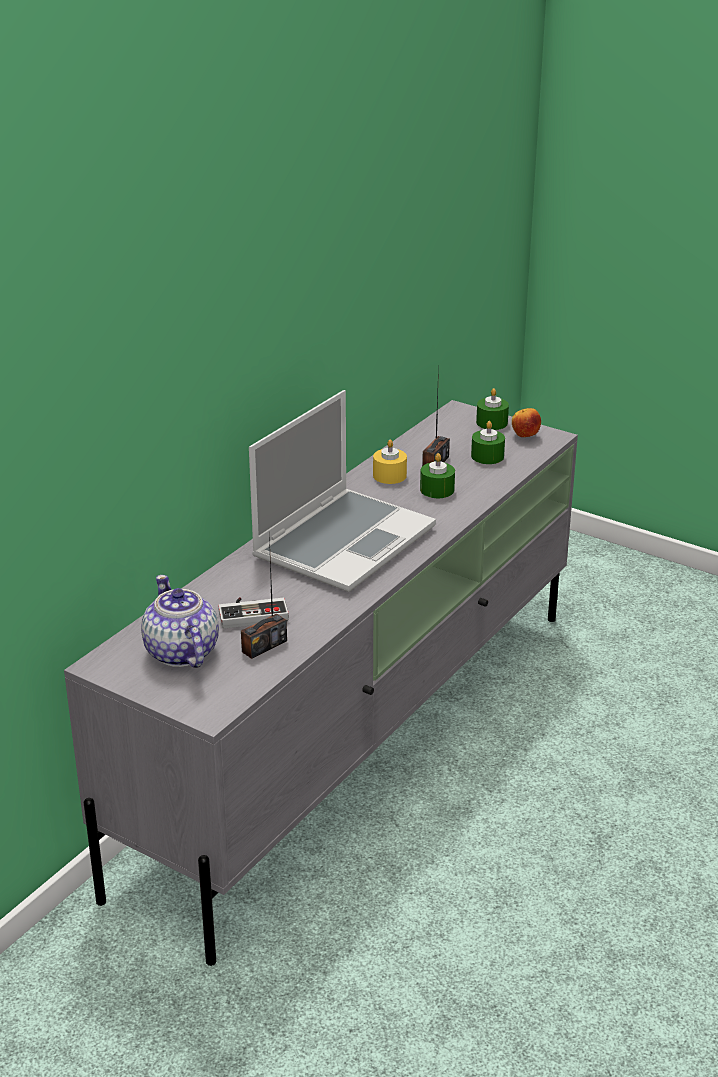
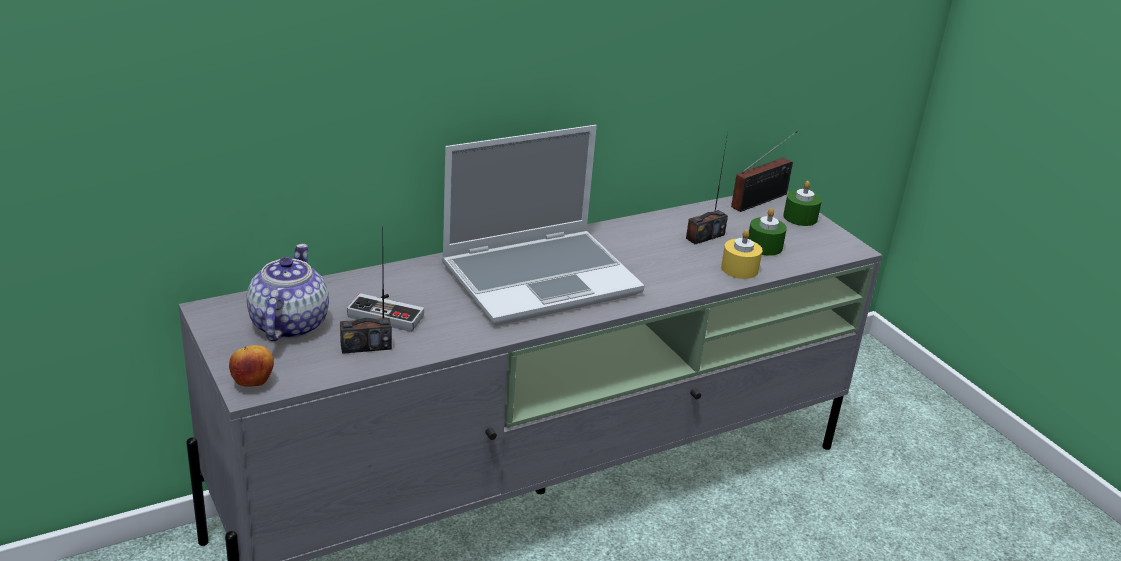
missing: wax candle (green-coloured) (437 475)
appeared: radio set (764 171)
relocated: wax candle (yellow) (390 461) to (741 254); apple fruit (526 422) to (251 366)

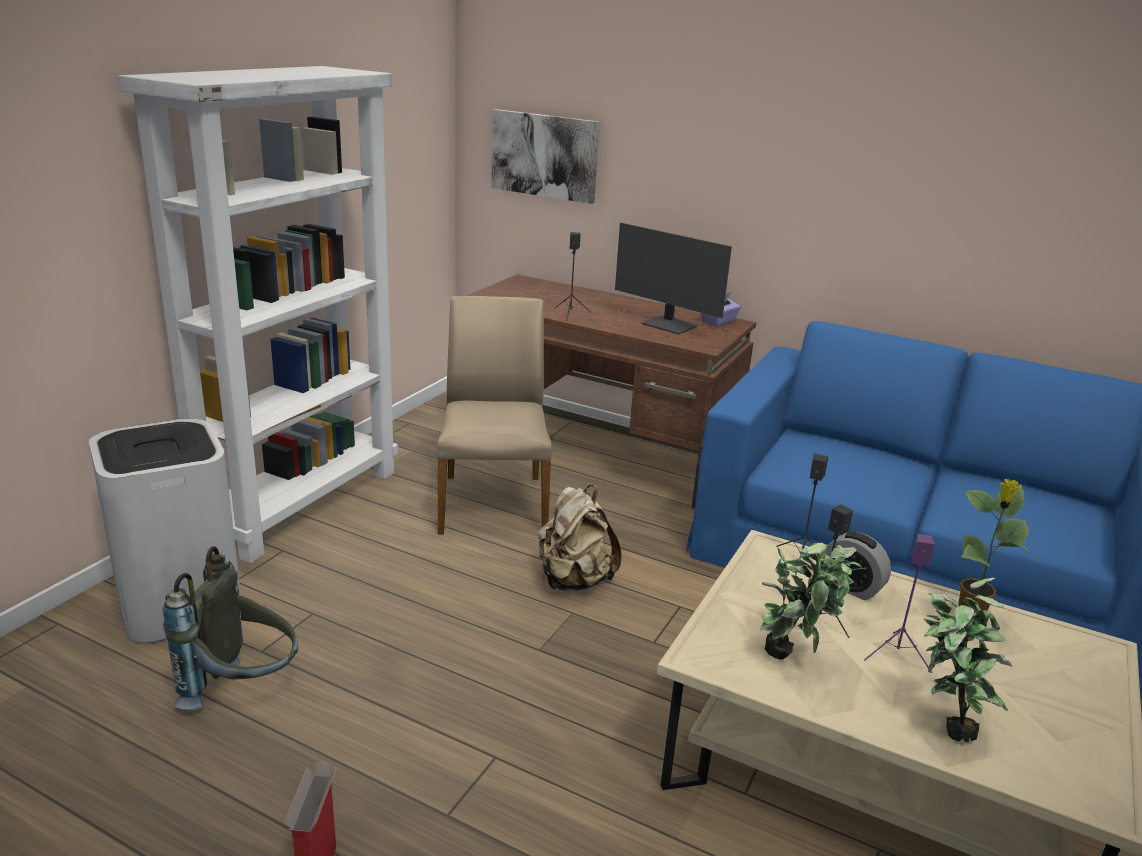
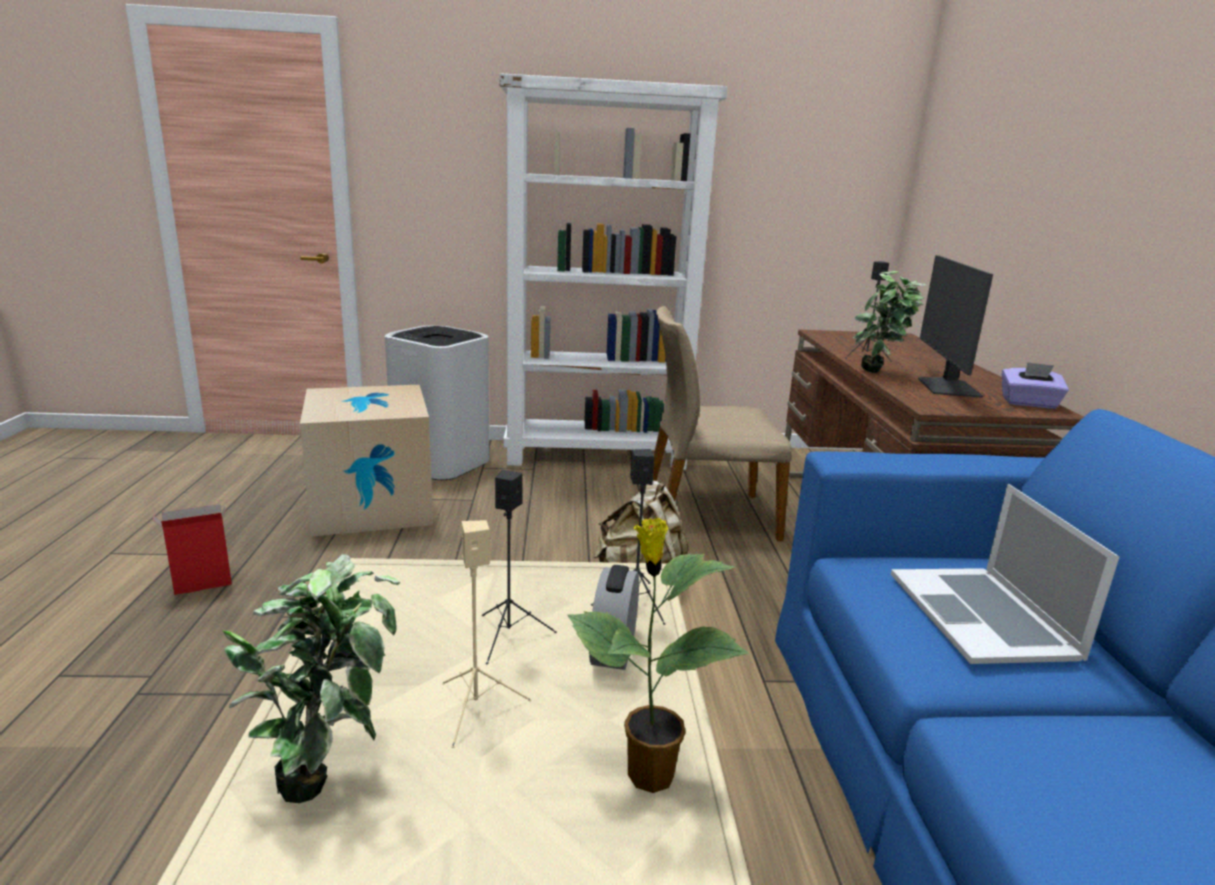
missing: wall art (545 156)
appeared: portable computer (1005 574)
relocated: houseplant (811 601) to (890 322)
exchanged: rucksack (grey) (230 628) to cardboard box (366 461)
colour: loudspeaker (purplish) (899 603) to loudspeaker (sand-coloured) (486 634)
spun: plain chair (sand-coloured) (494 415) = (722 423) 150 degrees counterclockwise

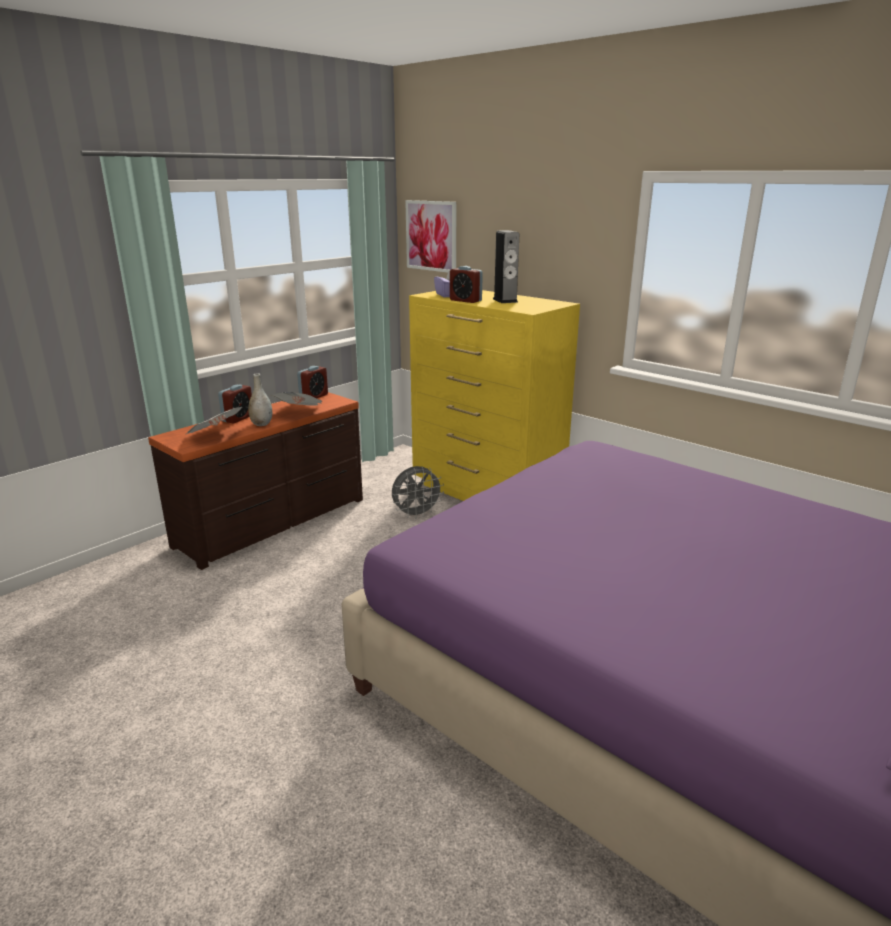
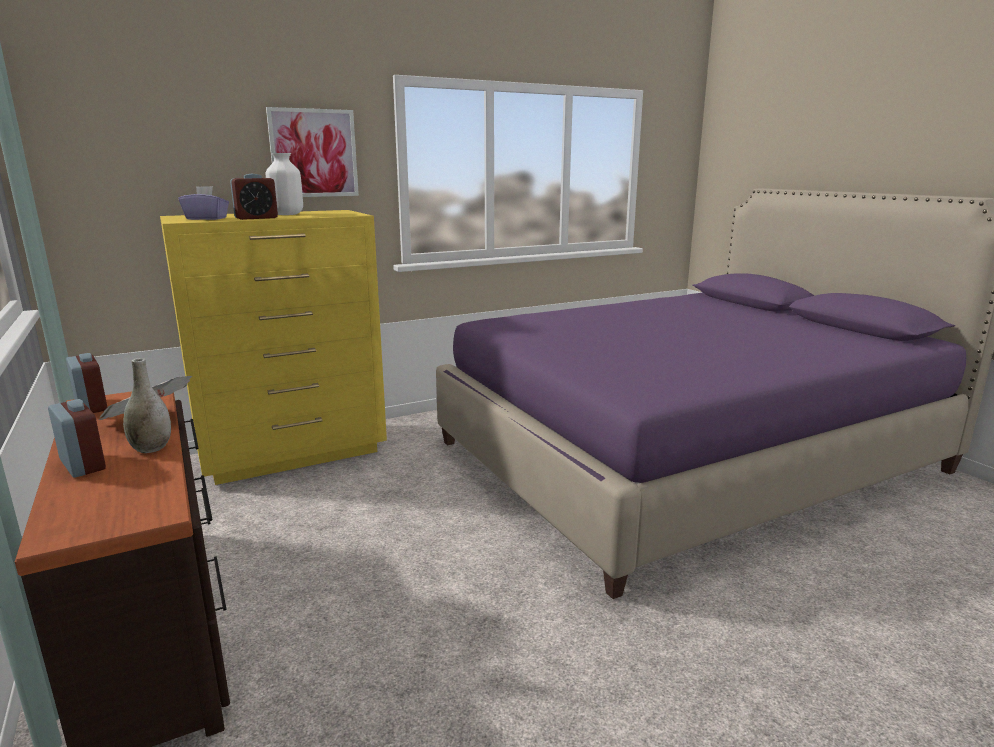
missing: daily paper (214 420); fan (grey) (418 492)
relocated: wall art (431 236) to (312 152)
exchanged: loudspeaker (506 266) to decorative vase (white-coloured) (284 184)

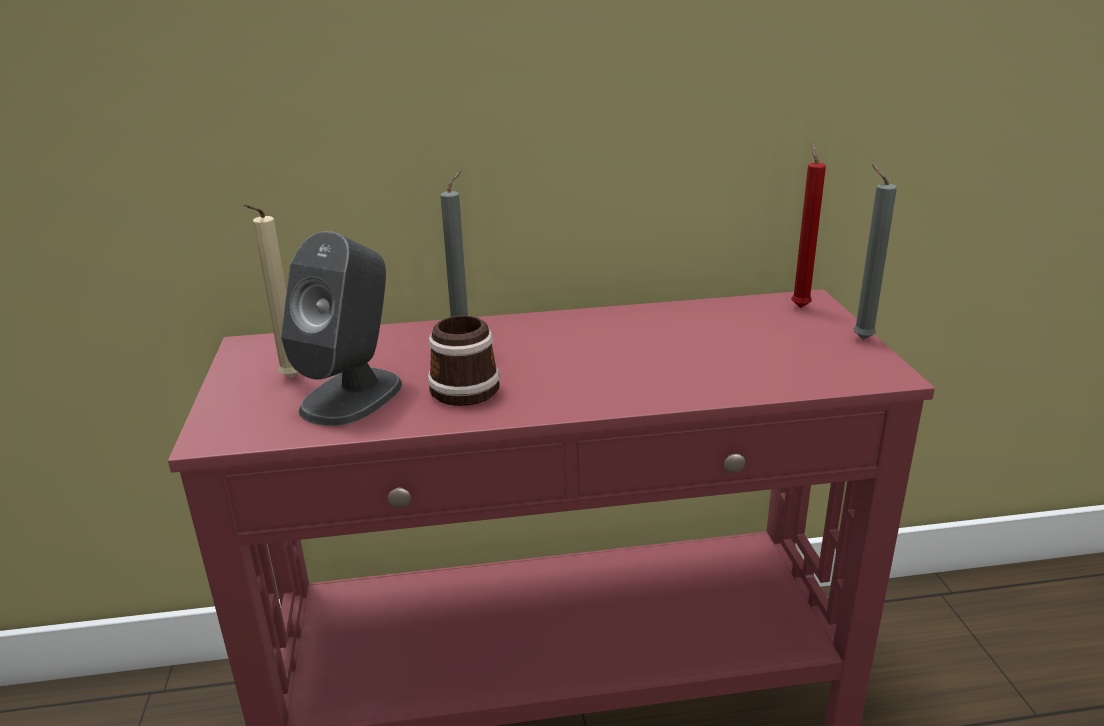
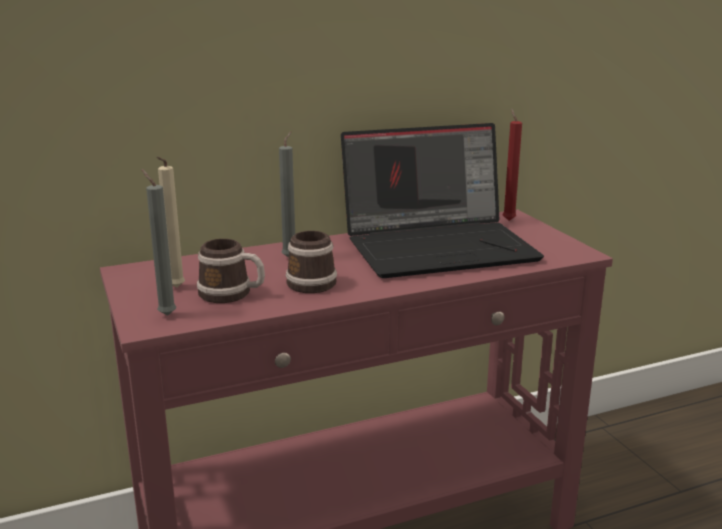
appeared: portable computer (442 200)
relocated: wax candle (grey) (875 252) to (158 242)
exchanged: loudspeaker (grey) (341 328) to coffee mug (231 271)

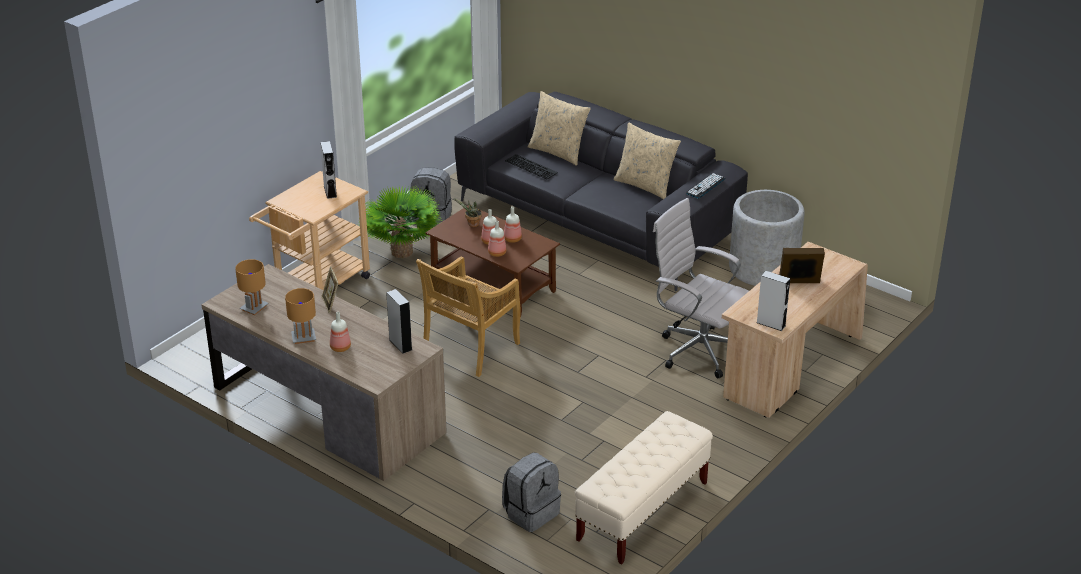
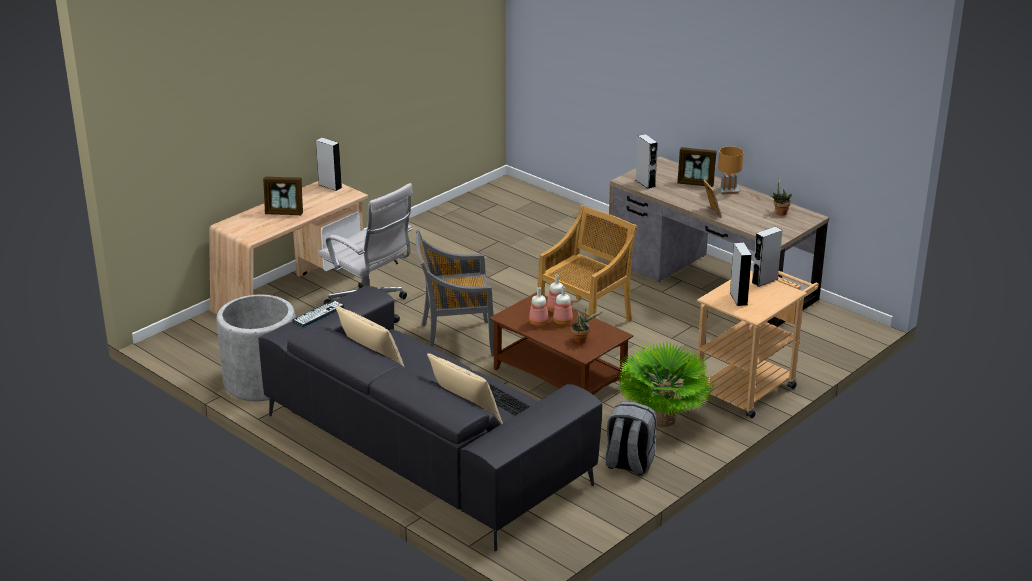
missing: rucksack (grey) (531 492); bench (sand-coloured) (643 487)
appeared: plain chair (grey) (455 293); loudspeaker (grey) (766 257)
exchanged: table lamp (brownish) (252 287) to houseplant (781 195); beverage bottle (340 332) to photo frame (697 167)

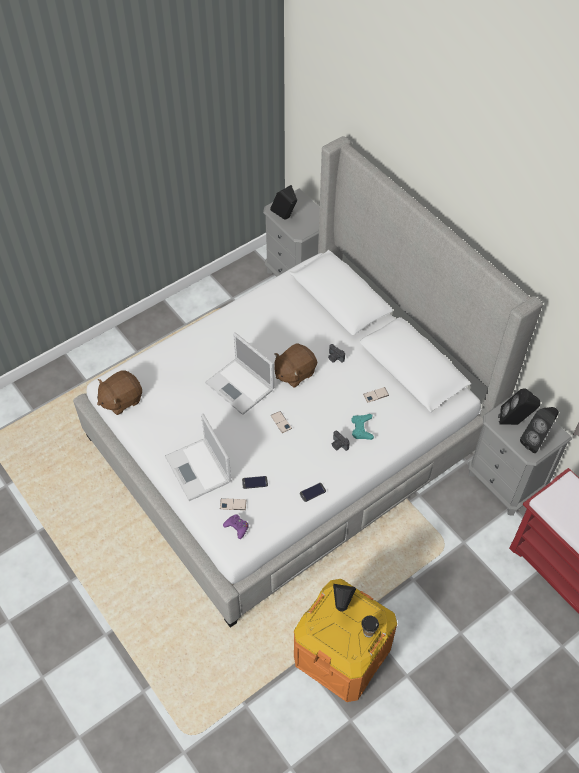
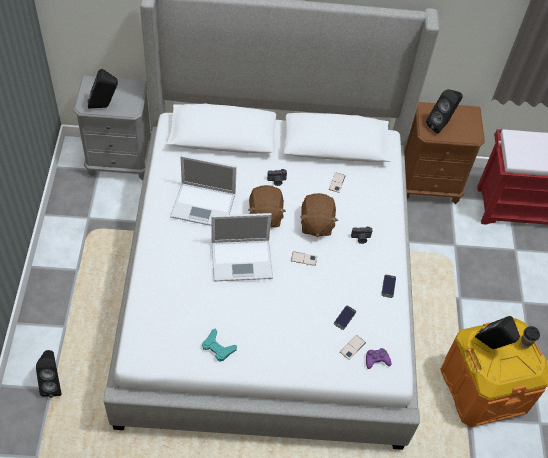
relocated: plush toy (brownish) (119 392) to (319 215); portable computer (198 457) to (203 190); game controller (turquoise-coloured) (362 427) to (219 345); loudspeaker (blackish) (539 430) to (48 374)
colour: bedside table (grey) (520 454) to bedside table (brownish) (444 153)

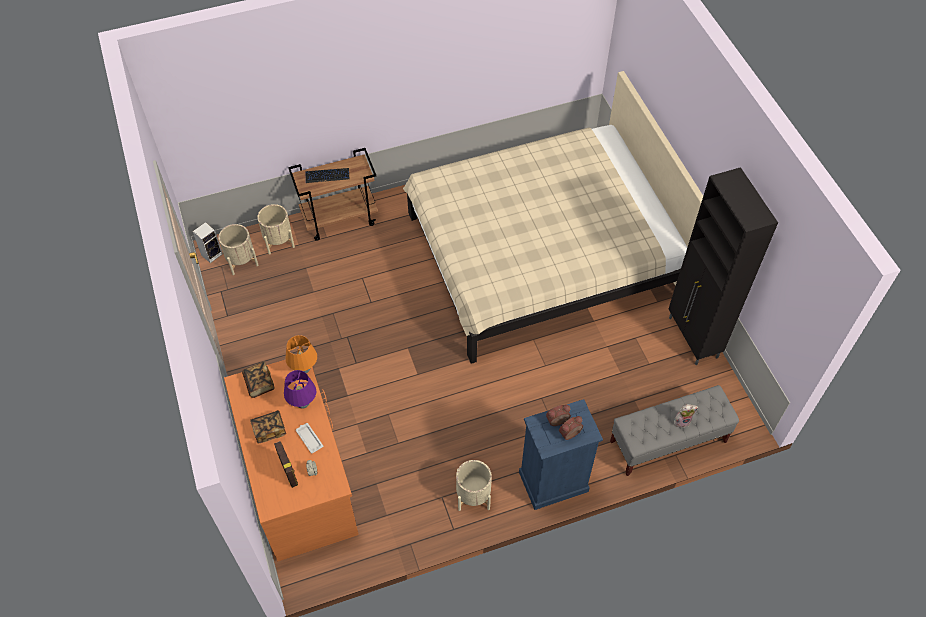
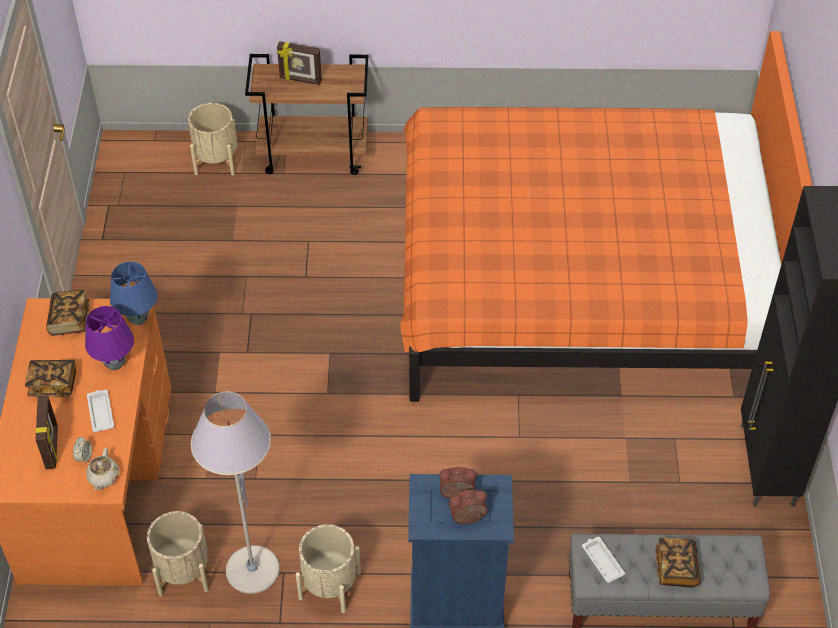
missing: loudspeaker (208 242)
appeared: pot for tea (sand-coloured) (102 469); standard lamp (grey) (235 493); carrying tray (white-coloured) (603 560)
relocated: plant pot (sand-coloured) (238 249) to (178 553)
exchanged: keyboard (327 175) to photo frame (299 63); plush toy (686 416) to book (678 563)
colour: table lamp (orange) (301 354) to table lamp (blue) (133 293); bedroom bed (sand-coloured) (553 217) to bedroom bed (orange) (606 216)

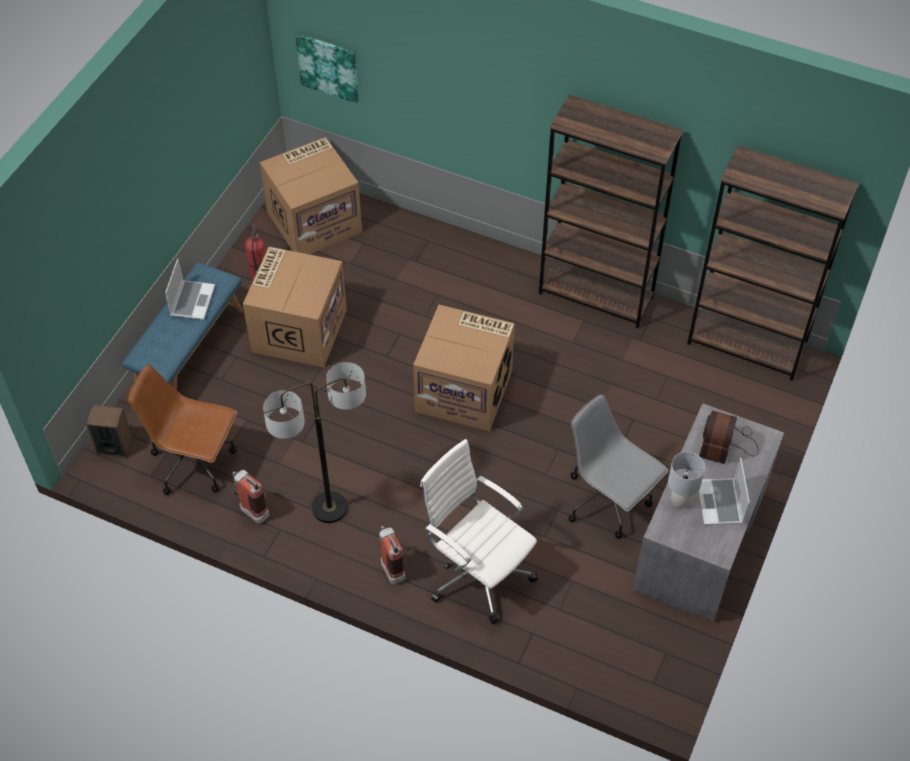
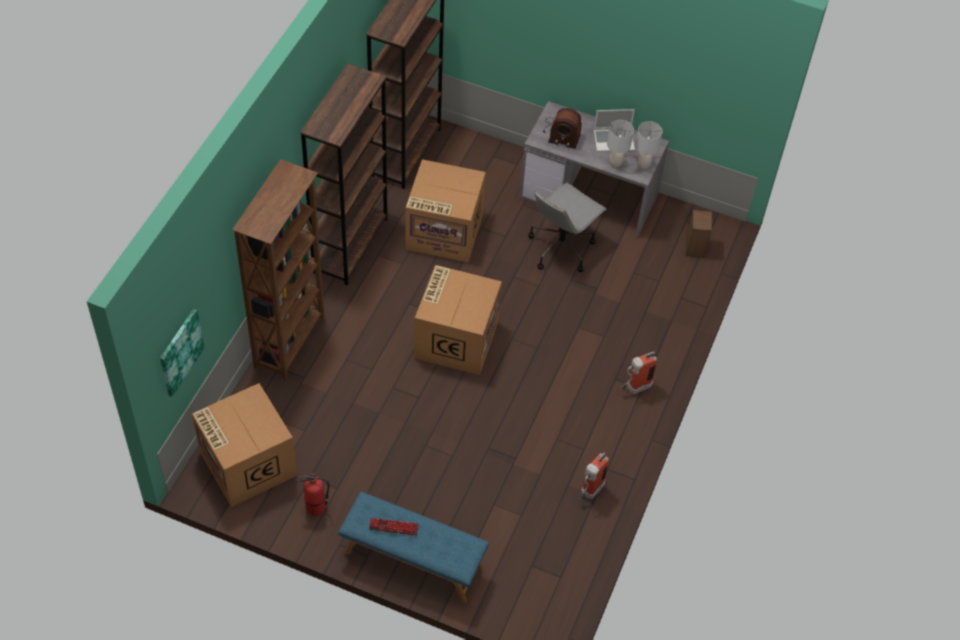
missing: computer chair (brownish) (182 429); standard lamp (314 442); computer chair (white-coloured) (479 532)
appeared: shelving unit (brownish) (278 269); table lamp (grey) (648 145)
relocated: loudspeaker (109 431) to (699 234); cardboard box (295 307) to (445 211)
exchanged: portable computer (190 289) to keyboard (394 527)

